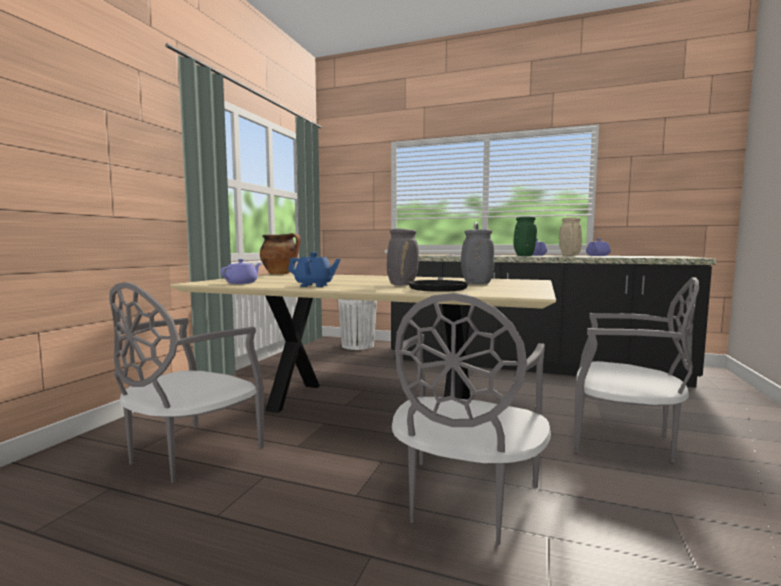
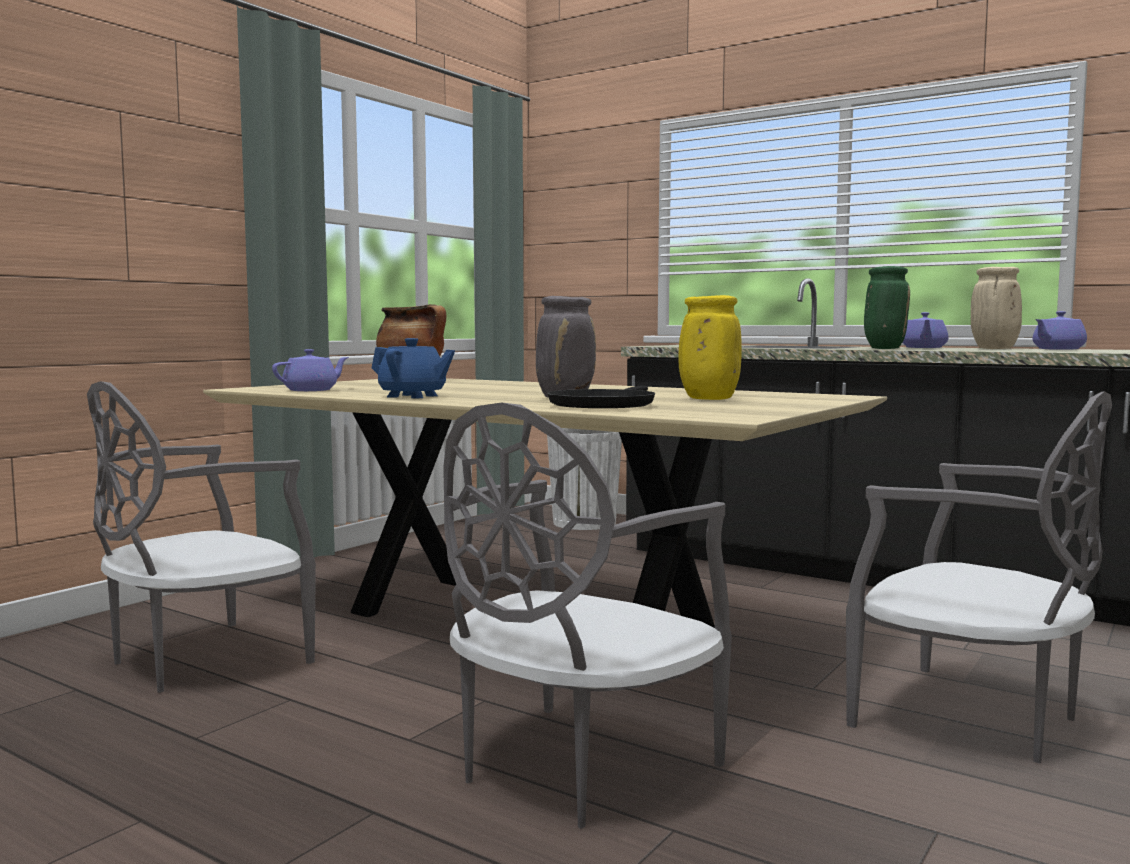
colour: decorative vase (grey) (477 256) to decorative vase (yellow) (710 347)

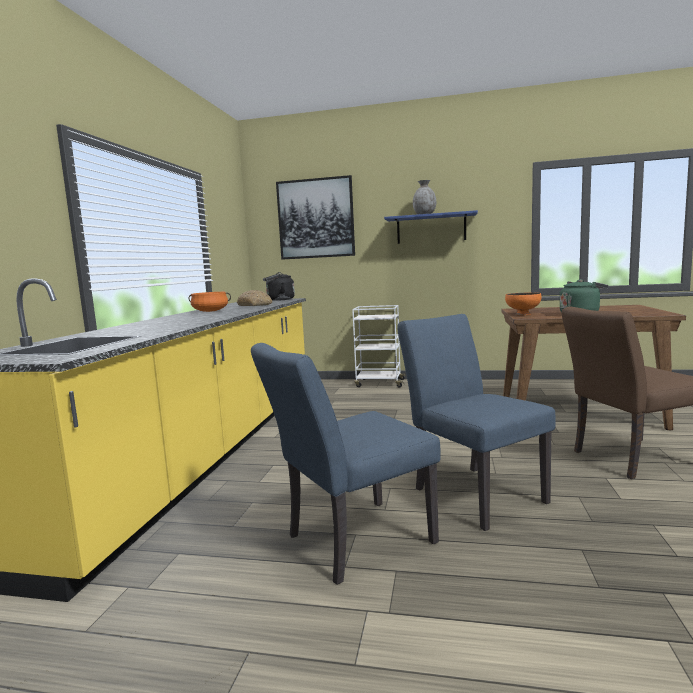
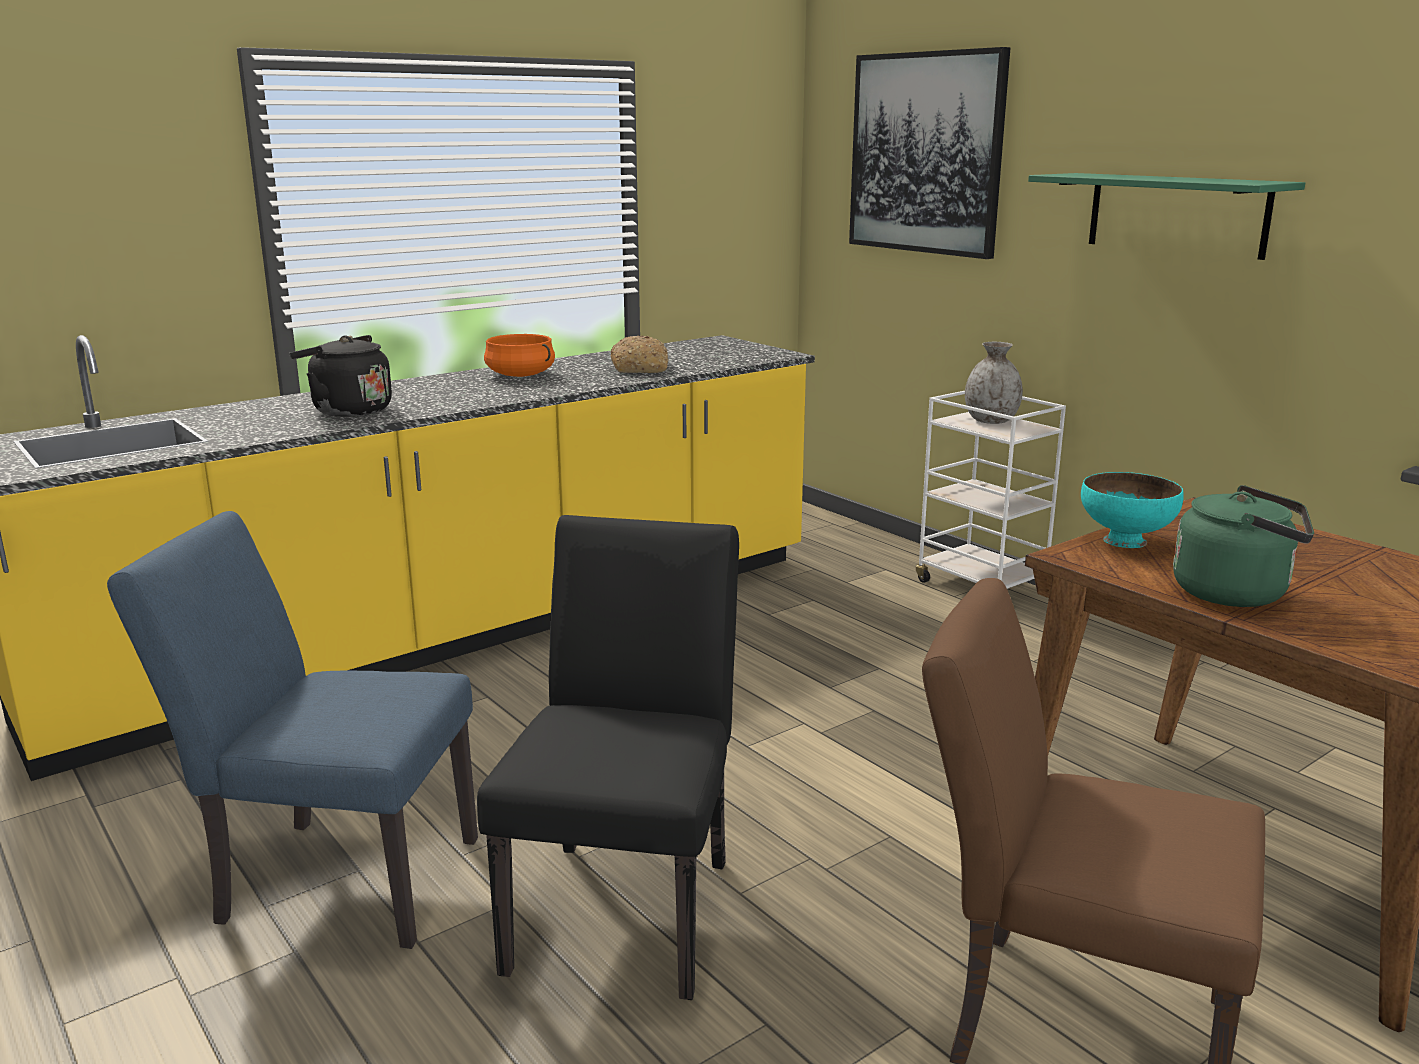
relocated: water kettle (blackish) (279 286) to (341 376); decorative vase (grey) (424 197) to (994 383)
colour: shelf (blue) (431 227) to shelf (green-coloured) (1166 216); plain chair (blue) (476 422) to plain chair (blackish) (608 757); deep dish (orange) (523 303) to deep dish (turquoise-coloured) (1132 510)

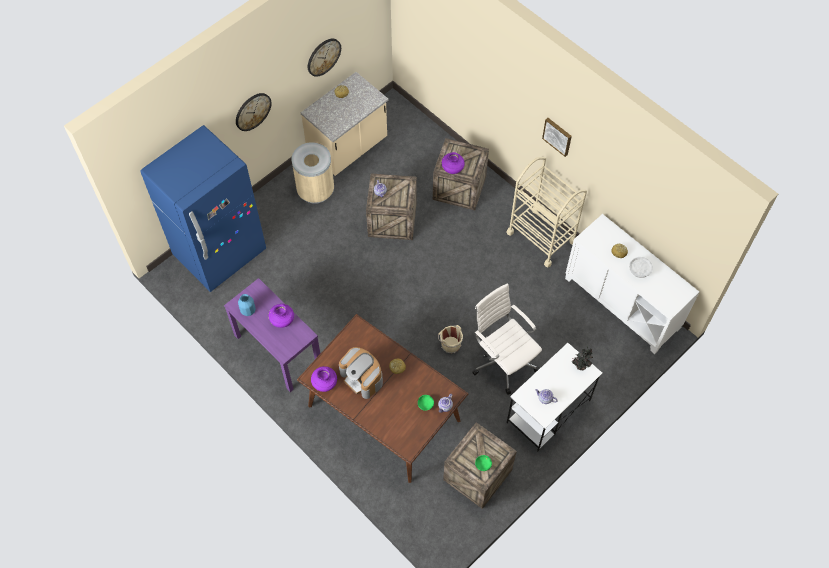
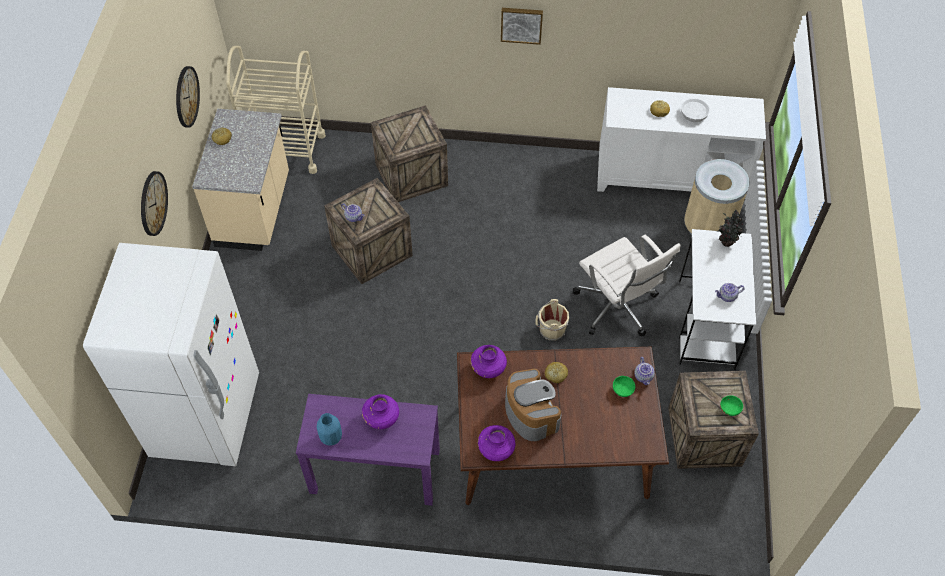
relocated: trash can (sand-coloured) (312 173) to (717 197); decorative vase (purplish) (453 163) to (489 361); wheeled cart (sand-coloured) (546 212) to (276 110)
colour: kitchen fridge (blue) (203 208) to kitchen fridge (white-coloured) (171 354)
spun: coffee maker (361 373) = (533 405) 120 degrees counterclockwise; computer chair (white-coloured) (507 339) = (627 286) 135 degrees counterclockwise

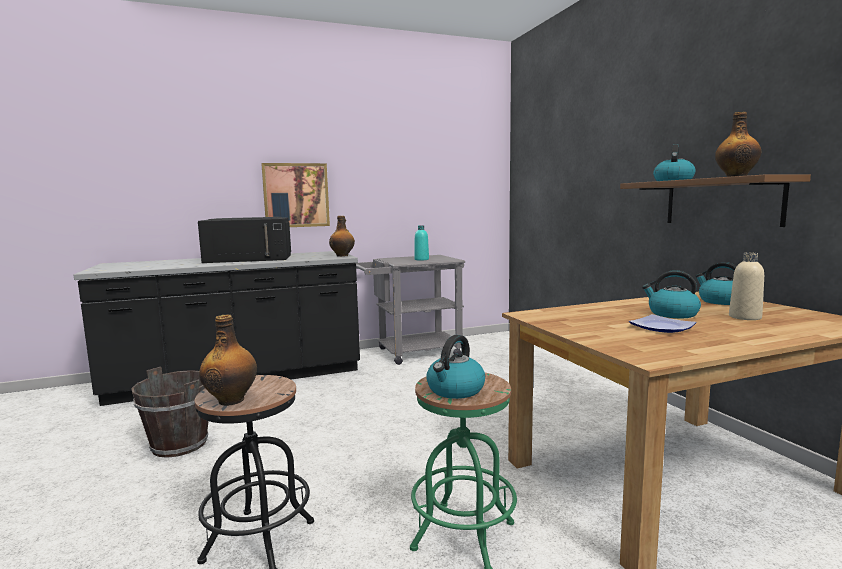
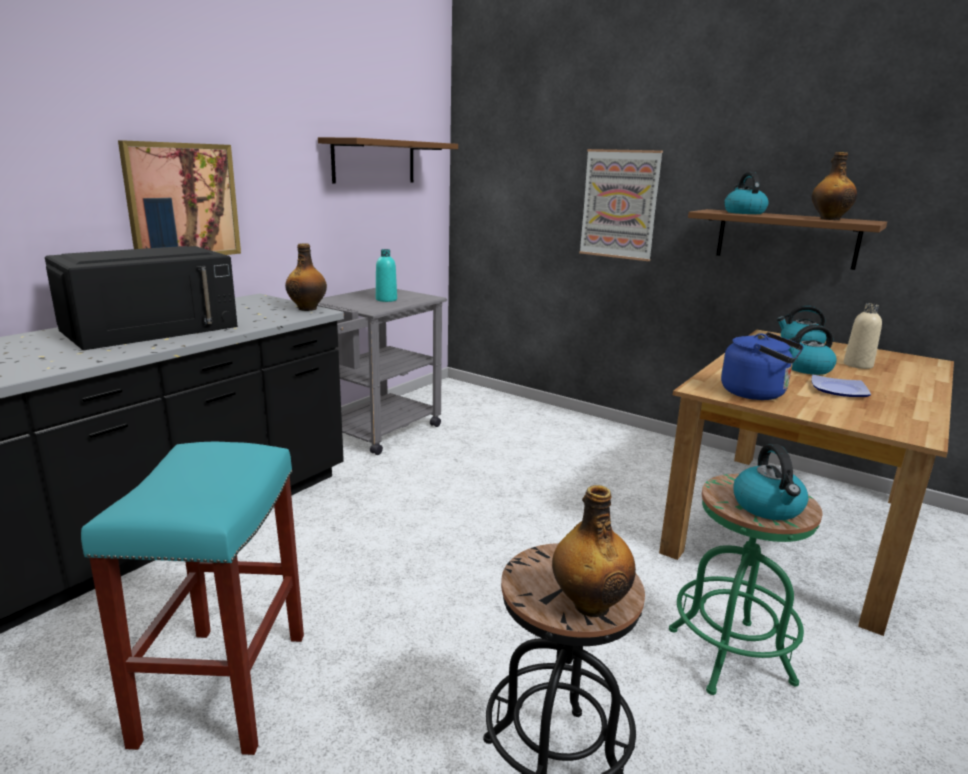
appeared: shelf (brownish) (388 160); wall art (621 205); water kettle (blue) (762 366)
exchanged: water bucket (brownish) (169 412) to sitting stool (turquoise-coloured) (192 598)

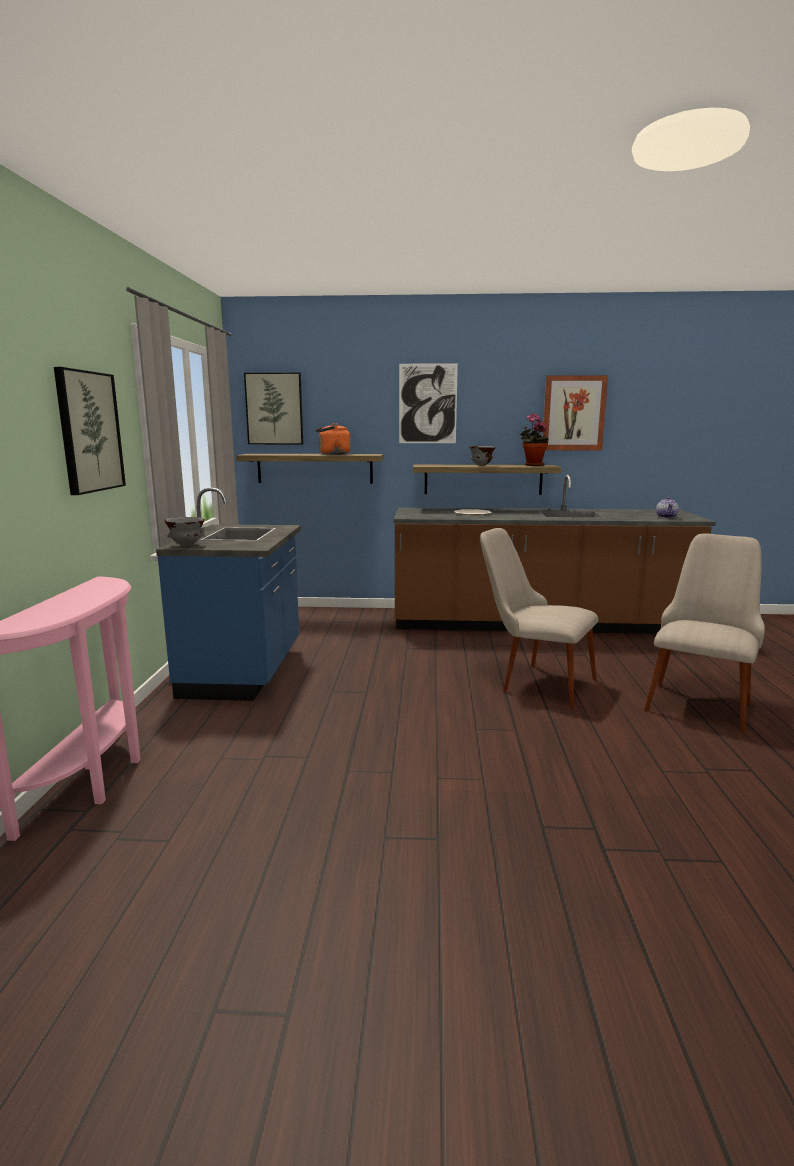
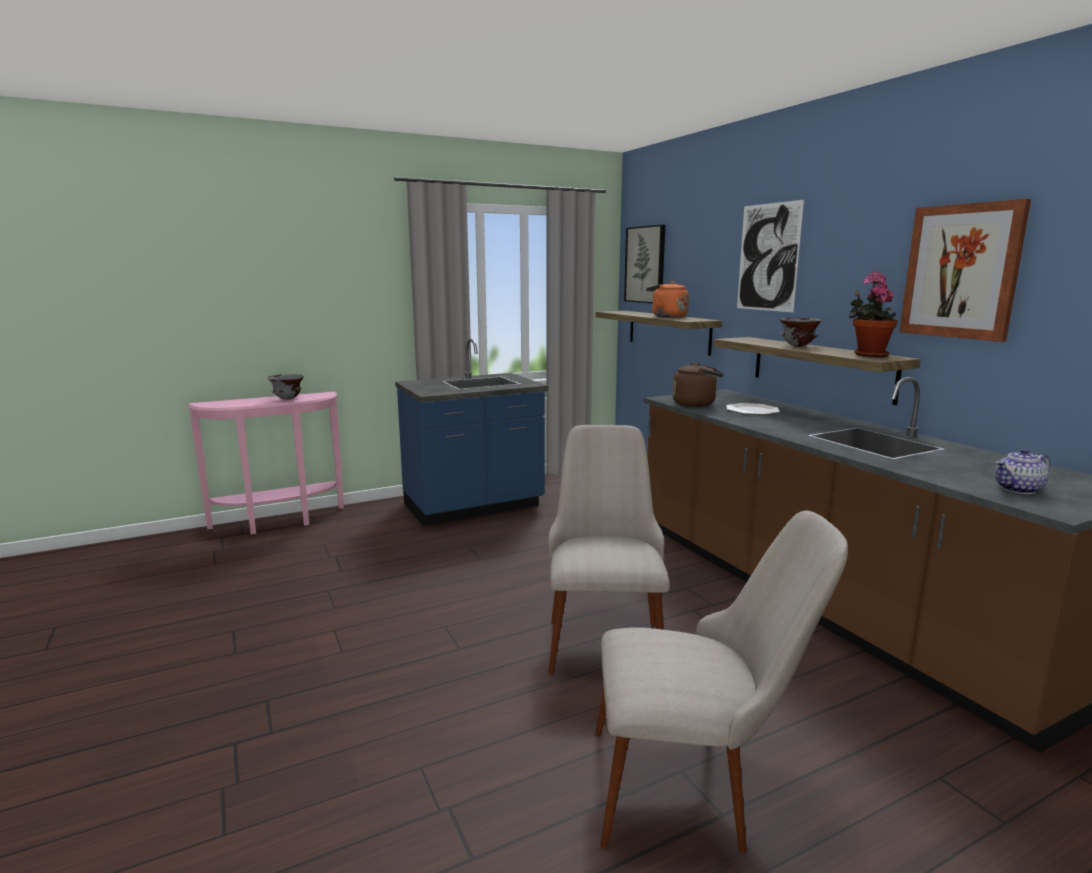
missing: wall art (90 431)
appeared: water kettle (brownish) (698 385)
relocated: deep dish (grey) (184 531) to (286 387)

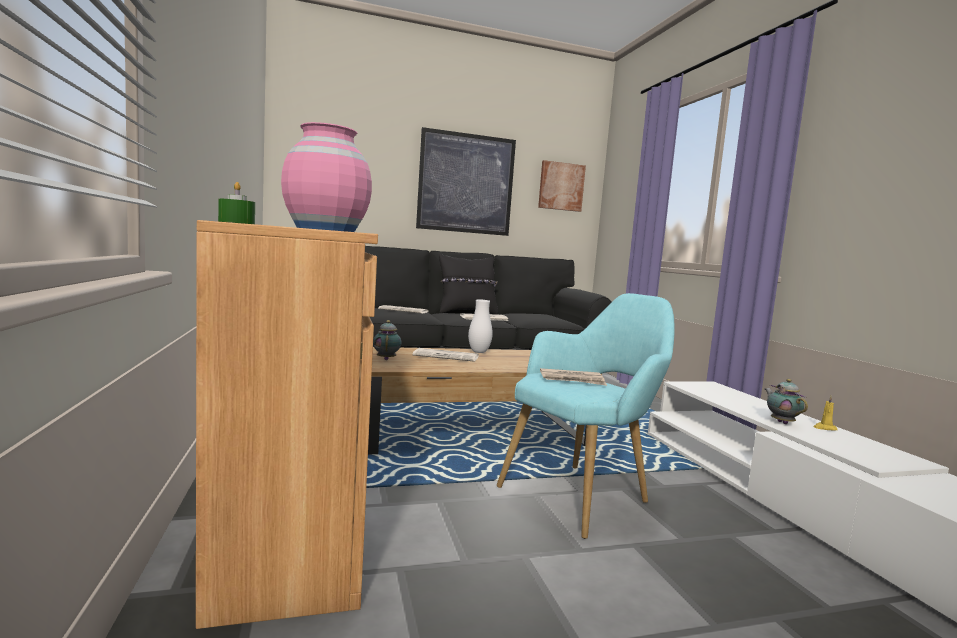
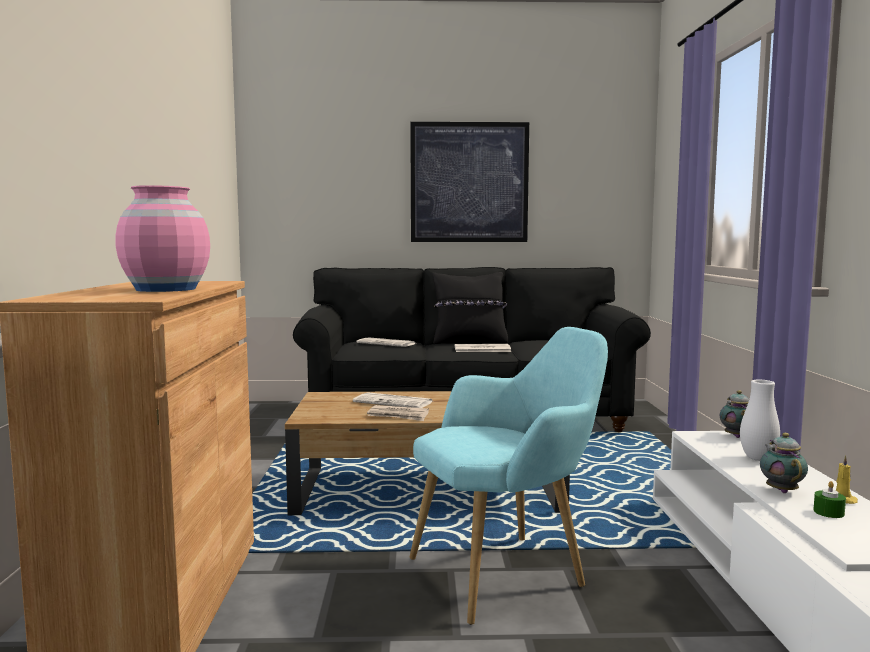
missing: wall art (562 186)
relocated: wax candle (green-coloured) (236 203) to (829 499); pot for tea (387 340) to (734 414); decorative vase (white-coloured) (480 326) to (760 420); daily paper (573 377) to (398 413)

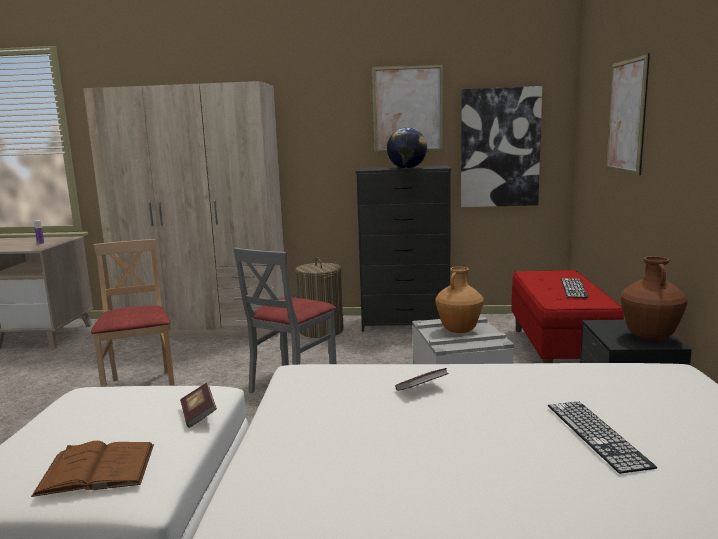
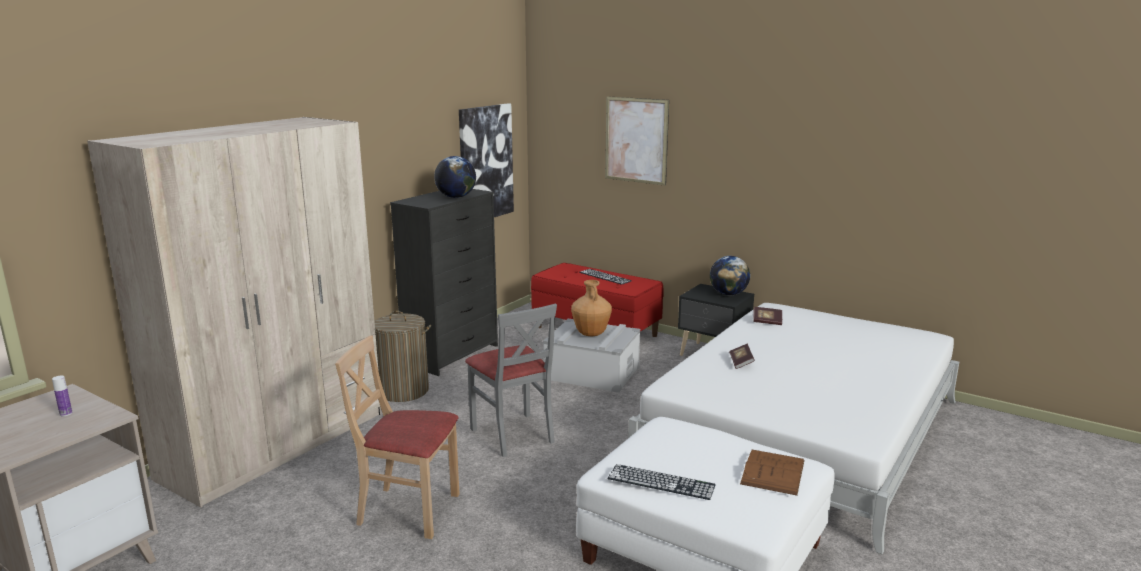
missing: wall art (408 108)
relocated: book (198 405) to (767 316); keyboard (602 437) to (662 482)
exchanged: decorative vase (brownish) (654 298) to globe (730 275)

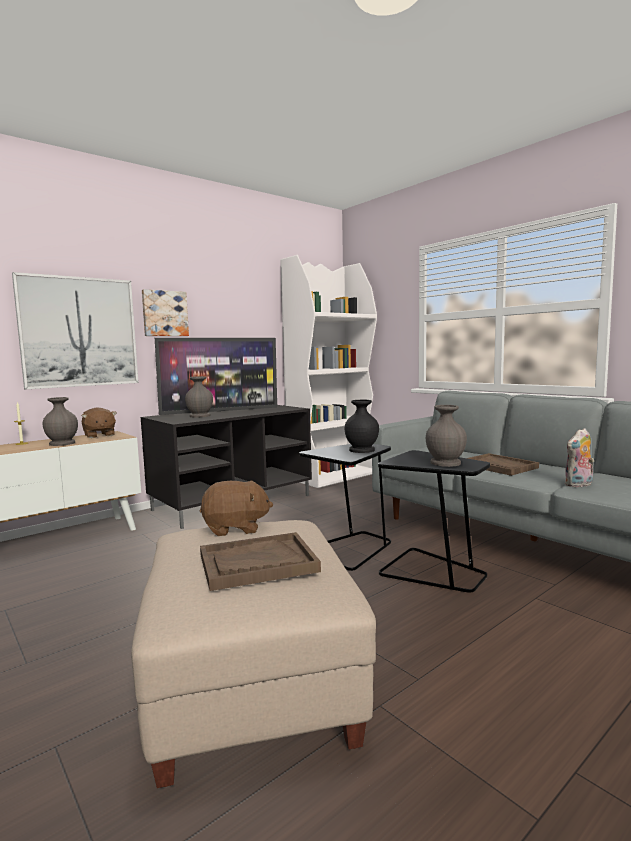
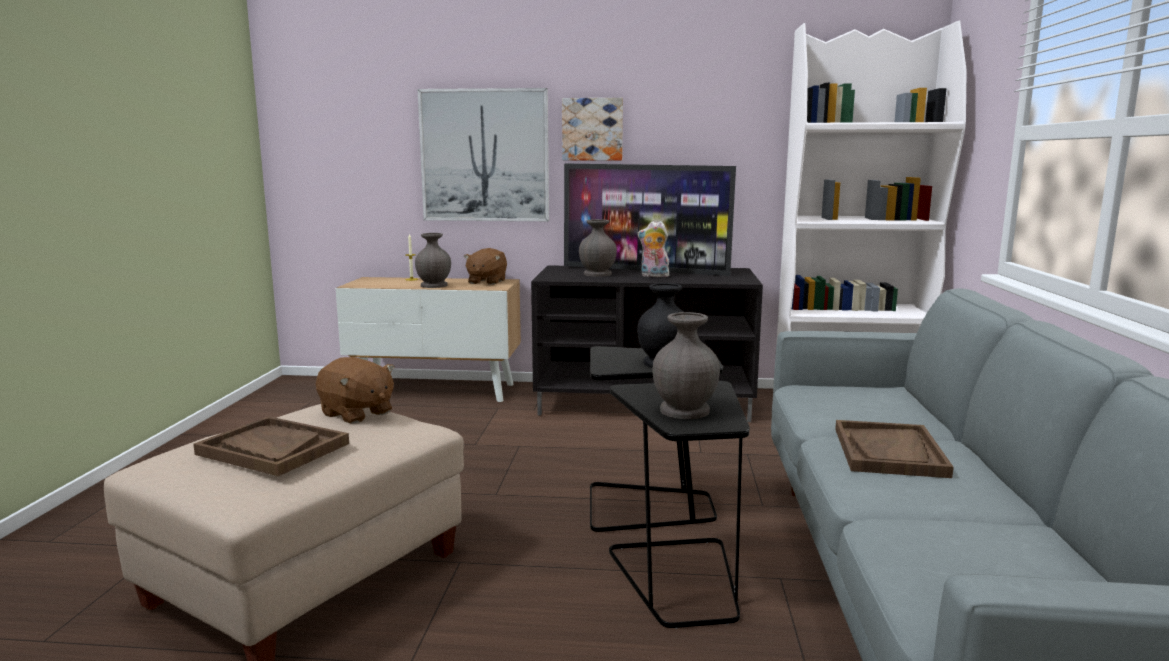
relocated: plush toy (579 457) to (653 249)

